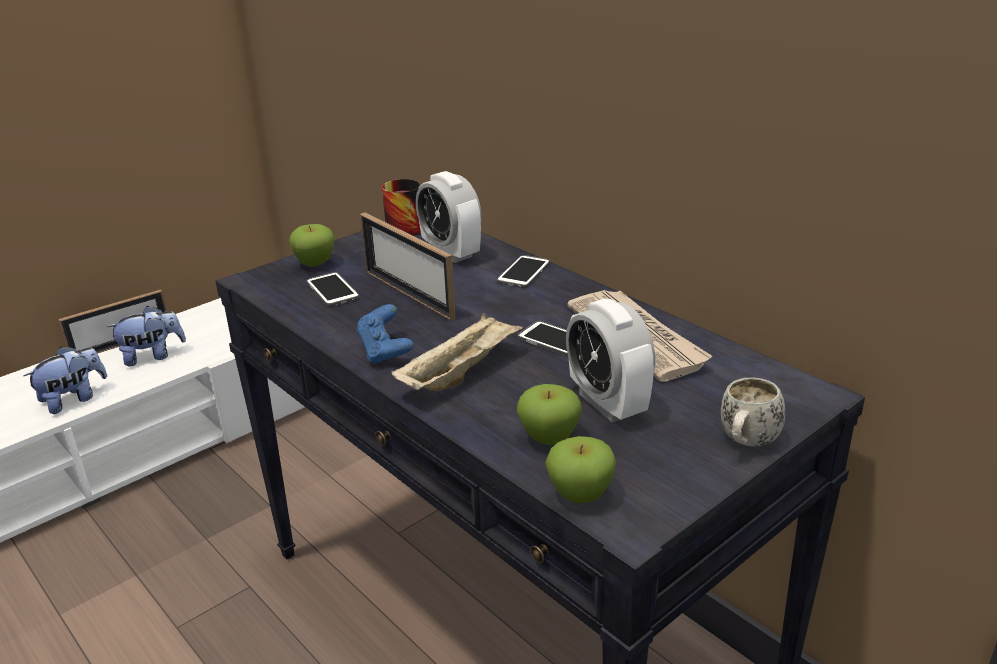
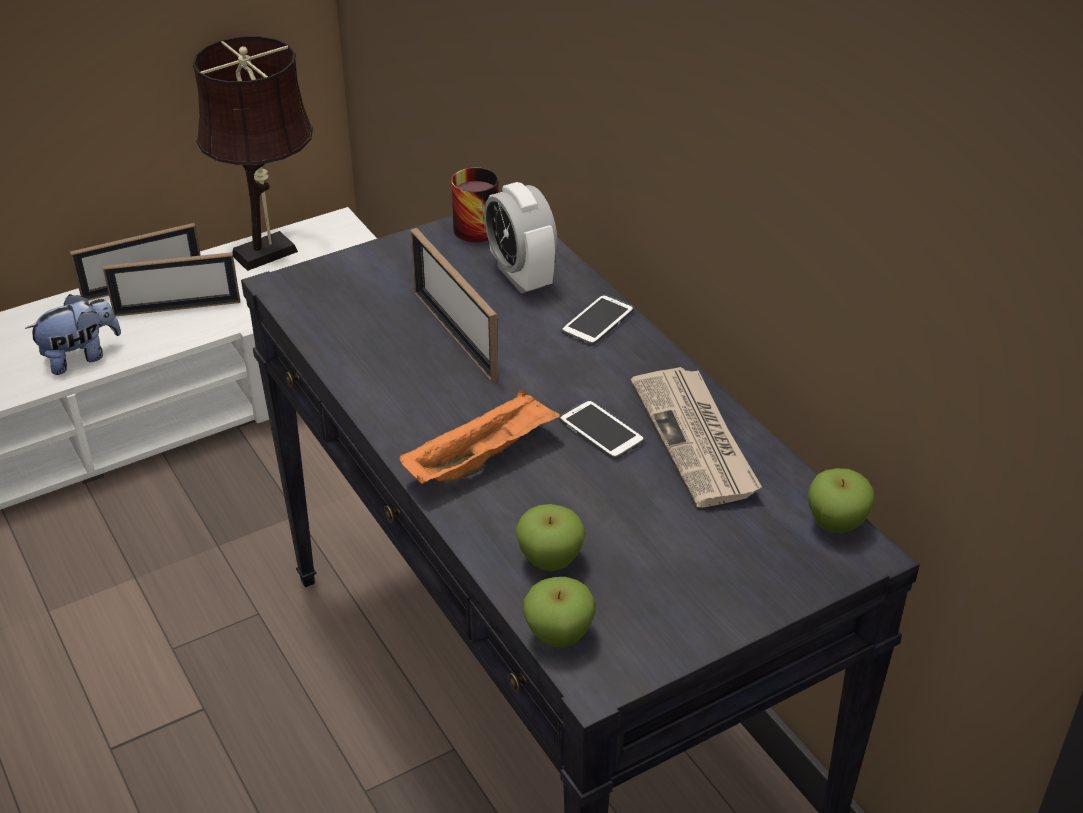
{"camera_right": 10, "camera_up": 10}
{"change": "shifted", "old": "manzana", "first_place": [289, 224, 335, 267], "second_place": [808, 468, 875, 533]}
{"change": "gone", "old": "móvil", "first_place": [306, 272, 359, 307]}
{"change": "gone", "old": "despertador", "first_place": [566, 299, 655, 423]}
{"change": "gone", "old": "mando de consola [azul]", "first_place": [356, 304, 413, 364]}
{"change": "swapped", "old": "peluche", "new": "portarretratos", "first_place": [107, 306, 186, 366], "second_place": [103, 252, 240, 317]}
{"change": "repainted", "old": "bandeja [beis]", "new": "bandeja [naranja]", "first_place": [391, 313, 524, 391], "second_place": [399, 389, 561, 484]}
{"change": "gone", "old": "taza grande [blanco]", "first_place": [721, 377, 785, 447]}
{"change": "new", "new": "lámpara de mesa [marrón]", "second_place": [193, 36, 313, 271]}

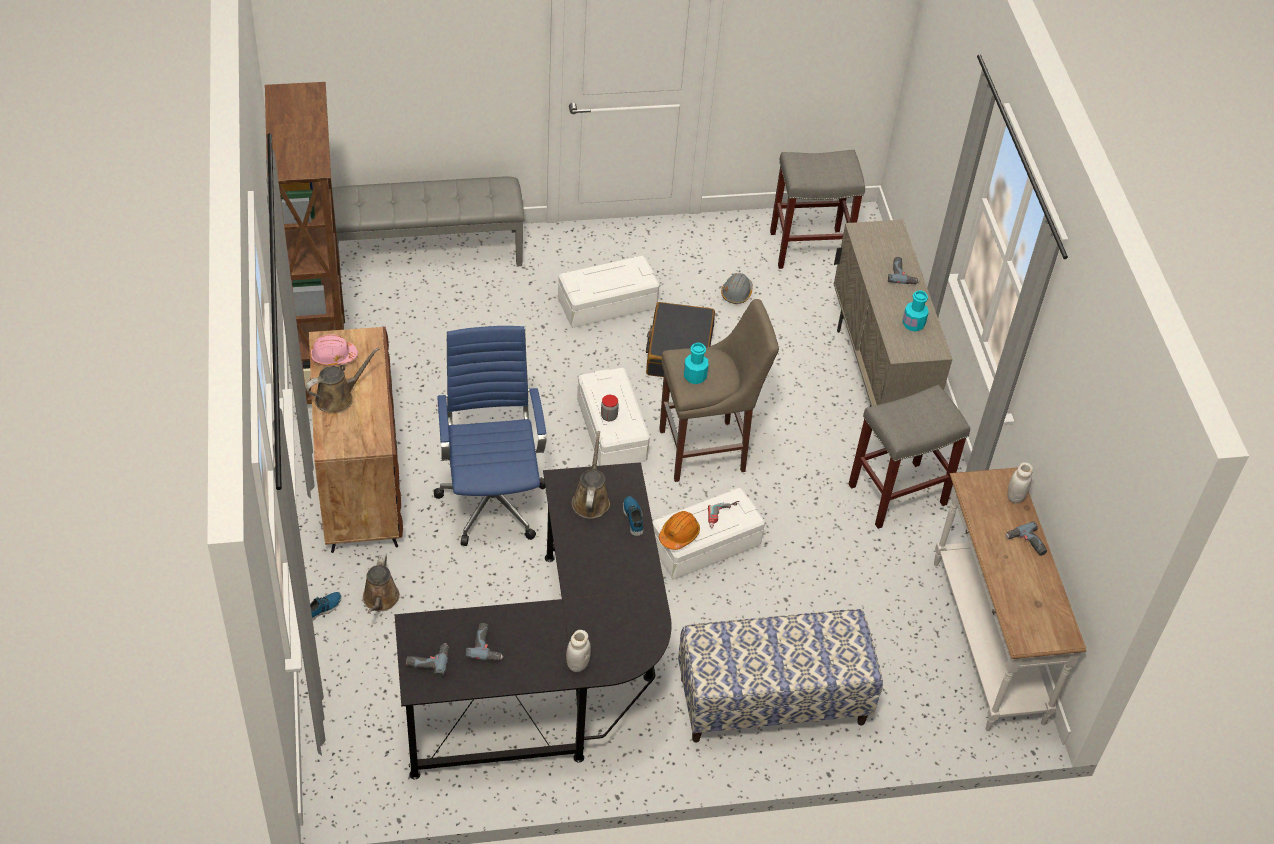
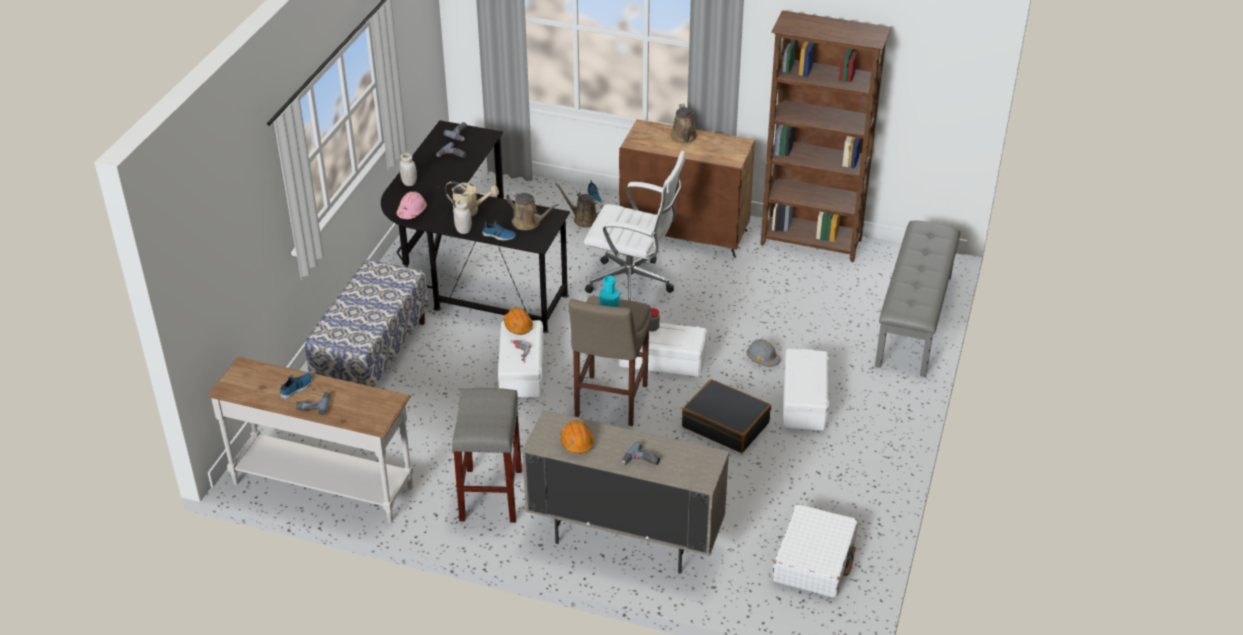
{"camera_right": 120, "camera_up": -10}
{"change": "swapped", "old": "taburete [gris]", "new": "maleta [blanco]", "first_place": [770, 150, 865, 269], "second_place": [772, 504, 858, 598]}
{"change": "shifted", "old": "casco [gris]", "first_place": [721, 273, 753, 304], "second_place": [746, 339, 780, 367]}
{"change": "swapped", "old": "botella [turquesa]", "new": "casco [naranja]", "first_place": [902, 290, 929, 332], "second_place": [561, 420, 594, 454]}
{"change": "repainted", "old": "silla de oficina [azul]", "new": "silla de oficina [blanco]", "first_place": [434, 326, 546, 546], "second_place": [584, 151, 685, 301]}
{"change": "shifted", "old": "casco [rosa]", "first_place": [310, 334, 358, 366], "second_place": [396, 191, 427, 219]}
{"change": "shifted", "old": "tarro [blanco]", "first_place": [1008, 462, 1033, 503], "second_place": [454, 199, 472, 234]}
{"change": "new", "new": "regadera [beis]", "second_place": [445, 181, 499, 216]}
{"change": "new", "new": "zapato", "second_place": [280, 373, 312, 399]}

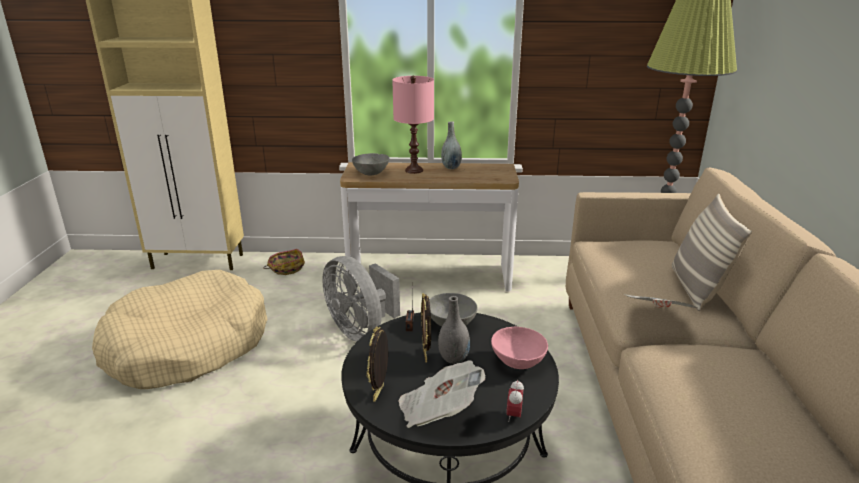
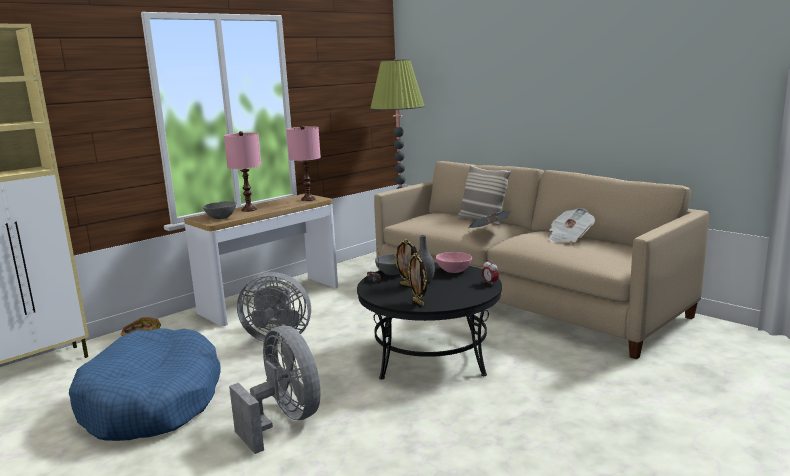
{"camera_right": -45, "camera_up": -10}
{"change": "gone", "old": "florero [gris]", "first_place": [441, 121, 462, 169]}
{"change": "repainted", "old": "cama para perro [beis]", "new": "cama para perro [azul]", "first_place": [92, 270, 268, 389], "second_place": [69, 328, 221, 441]}
{"change": "shifted", "old": "periódico", "first_place": [398, 360, 485, 428], "second_place": [548, 208, 595, 242]}
{"change": "new", "new": "lámpara de mesa [rosa]", "second_place": [286, 125, 321, 201]}
{"change": "new", "new": "ventilador [gris]", "second_place": [229, 326, 321, 454]}

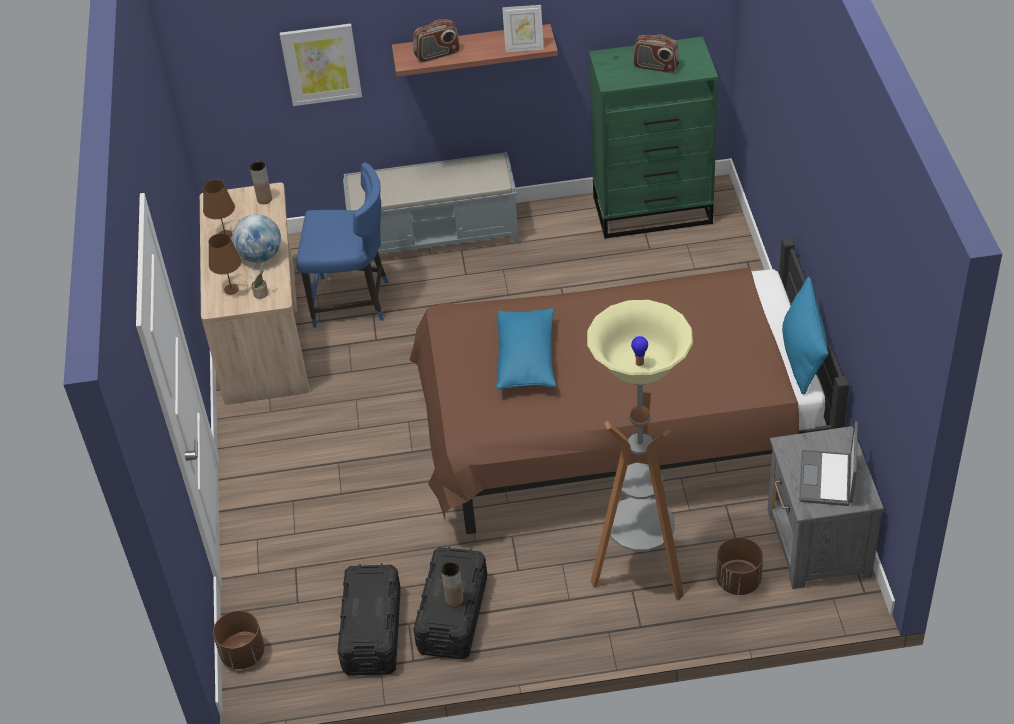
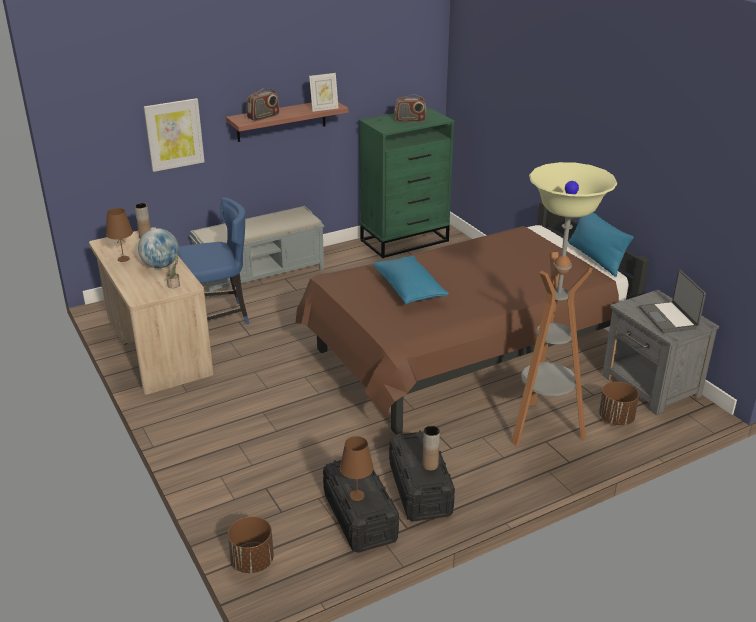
{"camera_right": -25, "camera_up": -15}
{"change": "shifted", "old": "lámpara de mesa [marrón]", "first_place": [208, 233, 242, 295], "second_place": [340, 436, 374, 501]}

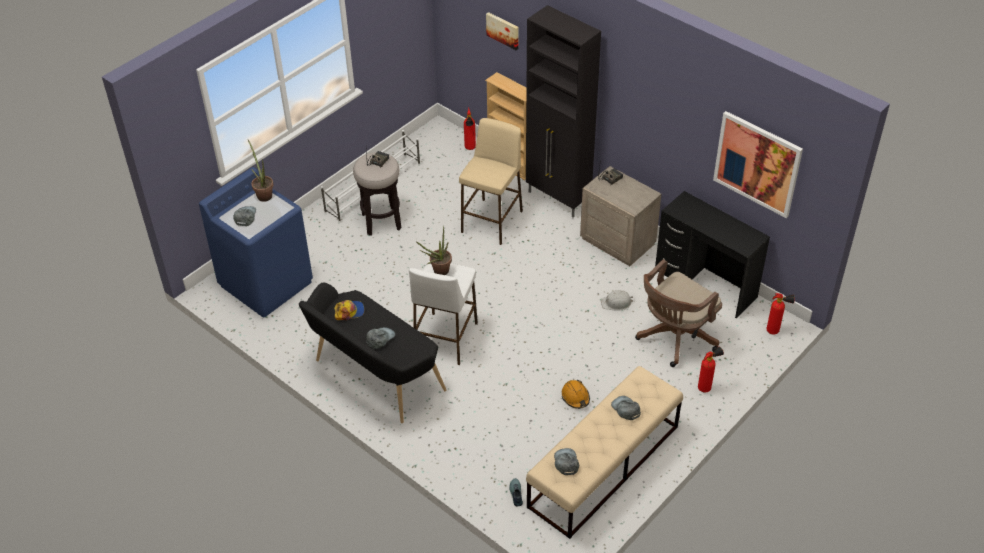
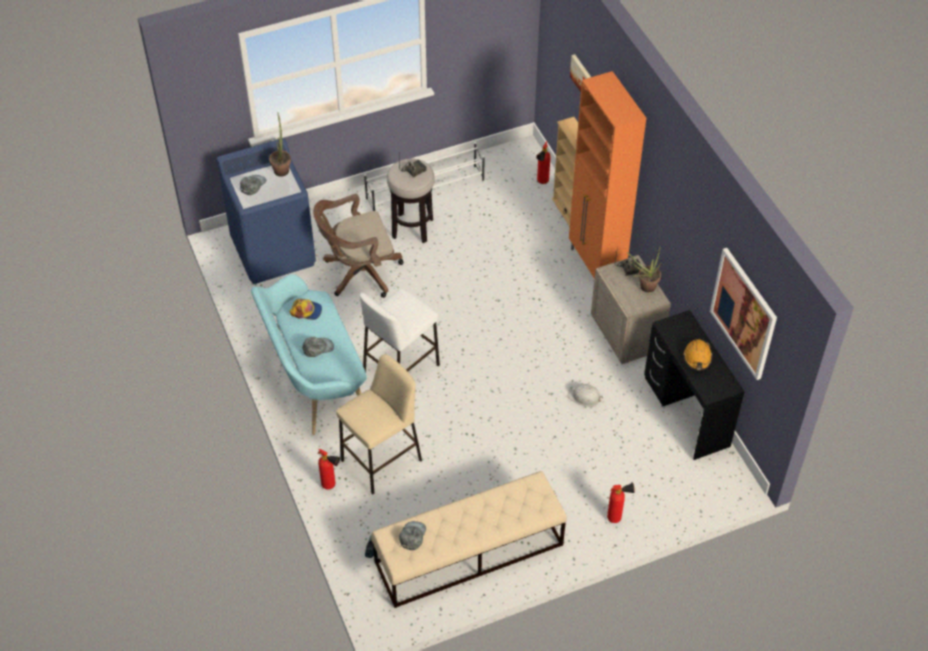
{"camera_right": 25, "camera_up": 5}
{"change": "repainted", "old": "armario [negro]", "new": "armario [naranja]", "first_place": [526, 5, 601, 218], "second_place": [569, 71, 646, 279]}
{"change": "shifted", "old": "taburete [beis]", "first_place": [459, 118, 523, 245], "second_place": [336, 354, 422, 495]}
{"change": "shifted", "old": "planta en maceta", "first_place": [416, 225, 452, 275], "second_place": [627, 246, 662, 292]}
{"change": "shifted", "old": "silla de oficina [marrón]", "first_place": [635, 259, 722, 367], "second_place": [313, 194, 403, 298]}
{"change": "repainted", "old": "banco [negro]", "new": "banco [turquesa]", "first_place": [299, 282, 446, 423], "second_place": [251, 274, 367, 435]}
{"change": "shifted", "old": "extintor", "first_place": [766, 293, 795, 335], "second_place": [318, 449, 340, 489]}
{"change": "shifted", "old": "casco [naranja]", "first_place": [562, 380, 590, 409], "second_place": [683, 339, 712, 370]}
{"change": "gone", "old": "gorra [gris]", "first_place": [611, 396, 641, 420]}

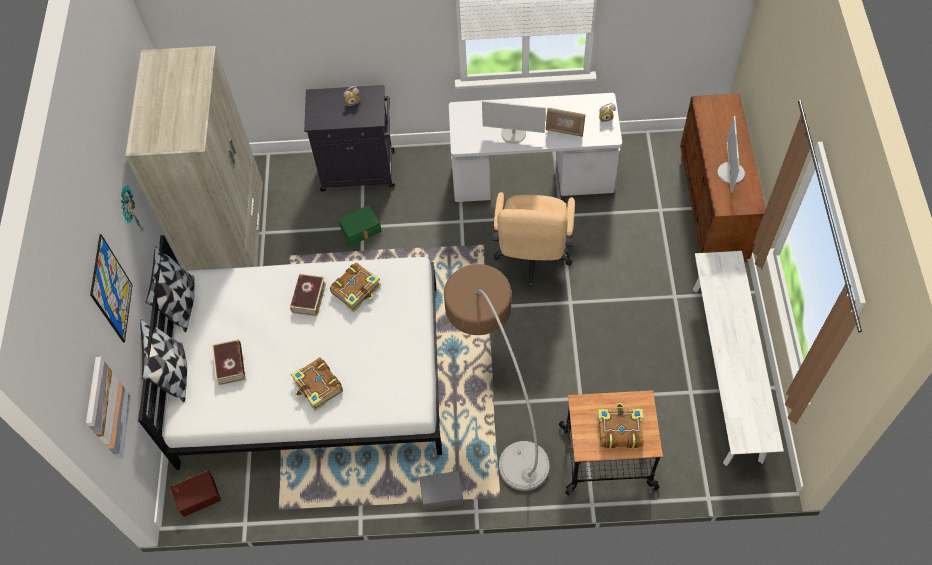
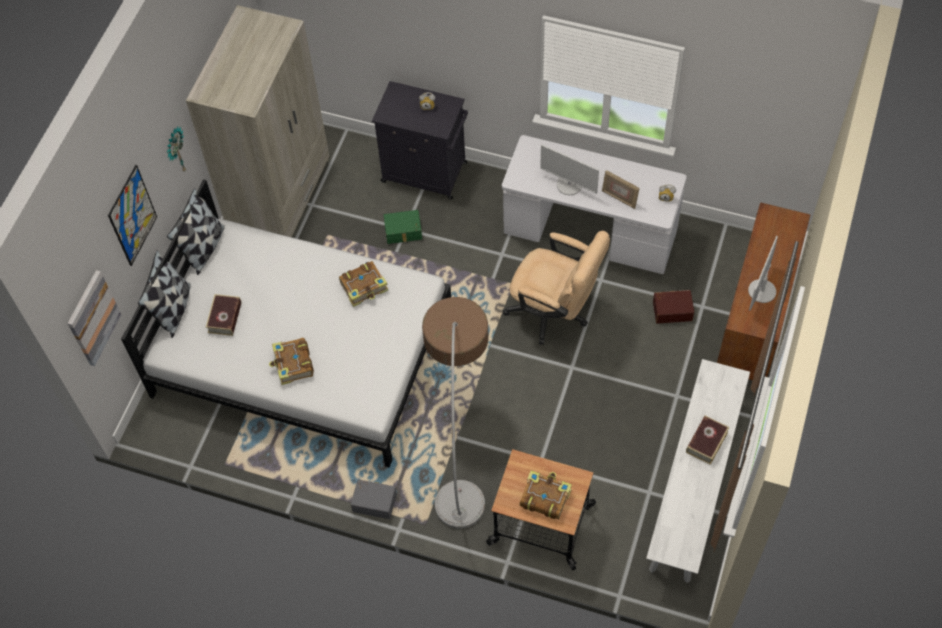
{"camera_right": 20, "camera_up": 0}
{"change": "rotated", "old": "silla de oficina [beis]", "first_place": [493, 192, 575, 287], "second_place": [503, 230, 610, 345], "degrees": -90}
{"change": "shifted", "old": "libro", "first_place": [290, 274, 326, 316], "second_place": [686, 416, 729, 465]}
{"change": "shifted", "old": "caja de almacenaje [marrón]", "first_place": [170, 470, 221, 517], "second_place": [653, 290, 694, 324]}

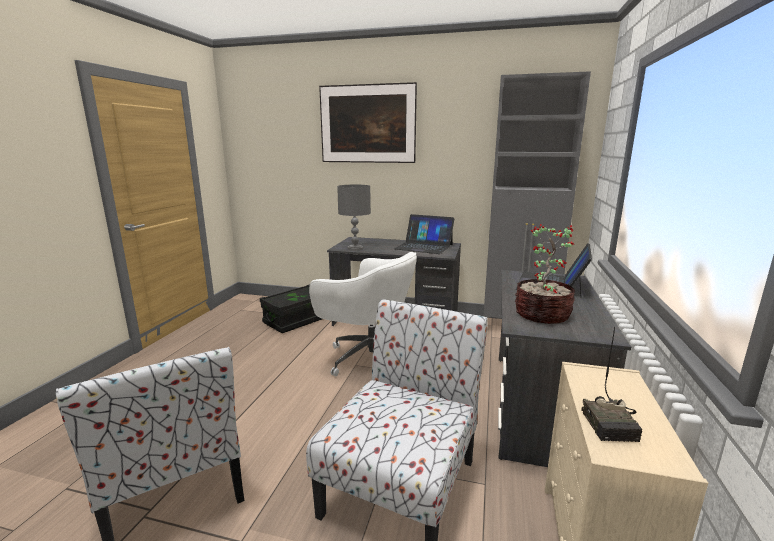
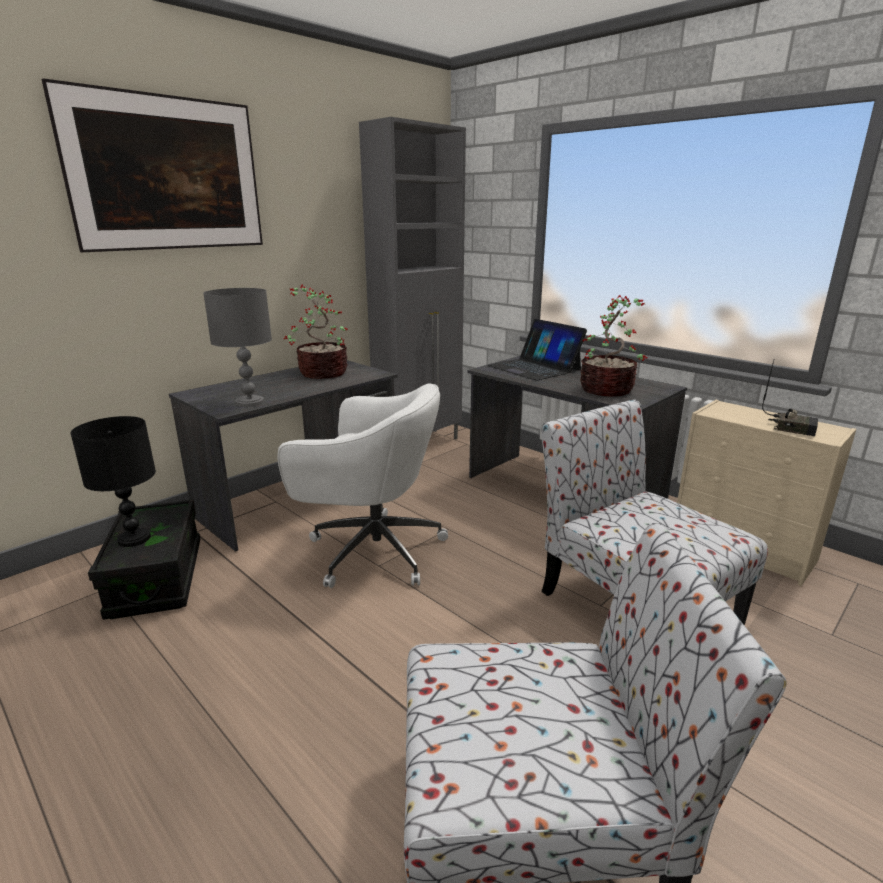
{"camera_right": -60, "camera_up": 5}
{"change": "swapped", "old": "portátil", "new": "planta en maceta", "first_place": [394, 214, 454, 254], "second_place": [284, 284, 348, 379]}
{"change": "rotated", "old": "silla de oficina [blanco]", "first_place": [309, 252, 417, 376], "second_place": [278, 383, 448, 588], "degrees": 45}
{"change": "new", "new": "lámpara de mesa [negro]", "second_place": [70, 416, 156, 547]}

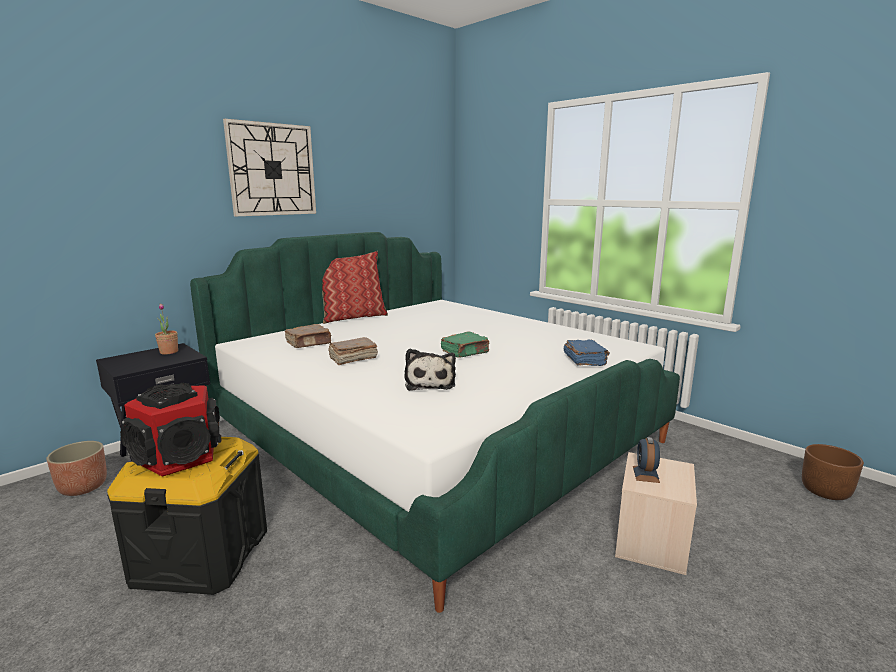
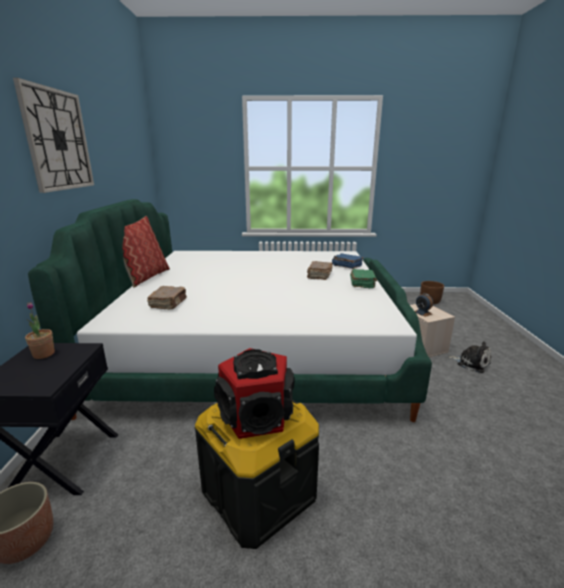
{"camera_right": -45, "camera_up": 5}
{"change": "shifted", "old": "libro [verde]", "first_place": [441, 332, 489, 358], "second_place": [350, 269, 377, 288]}
{"change": "shifted", "old": "libro [marrón]", "first_place": [328, 337, 378, 365], "second_place": [307, 261, 333, 280]}
{"change": "shifted", "old": "peluche", "first_place": [404, 348, 456, 391], "second_place": [448, 341, 491, 373]}

